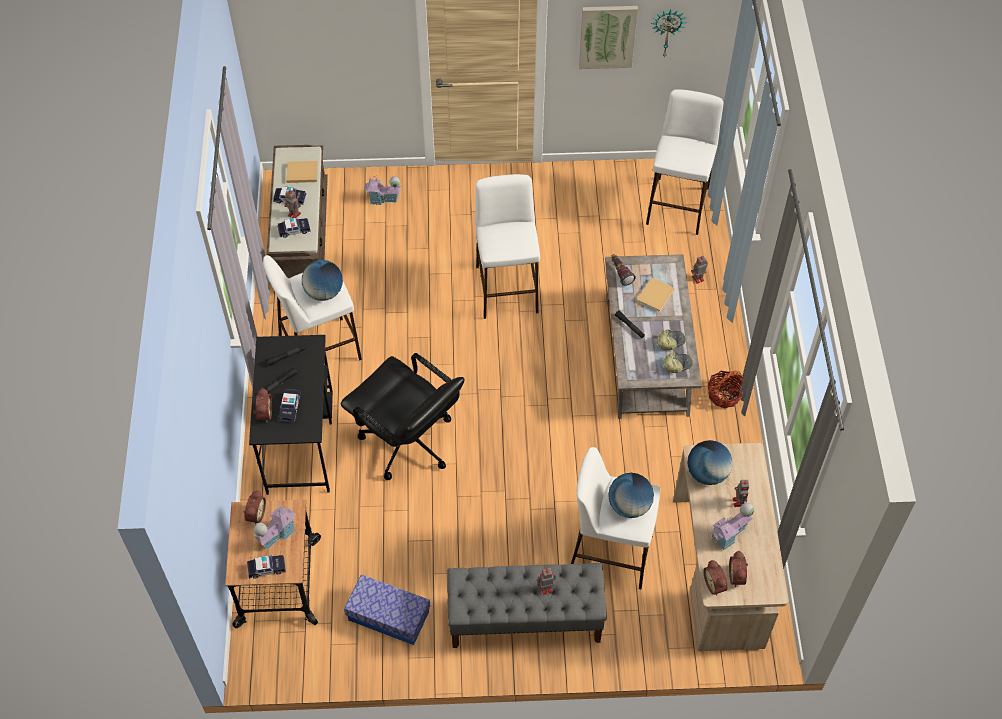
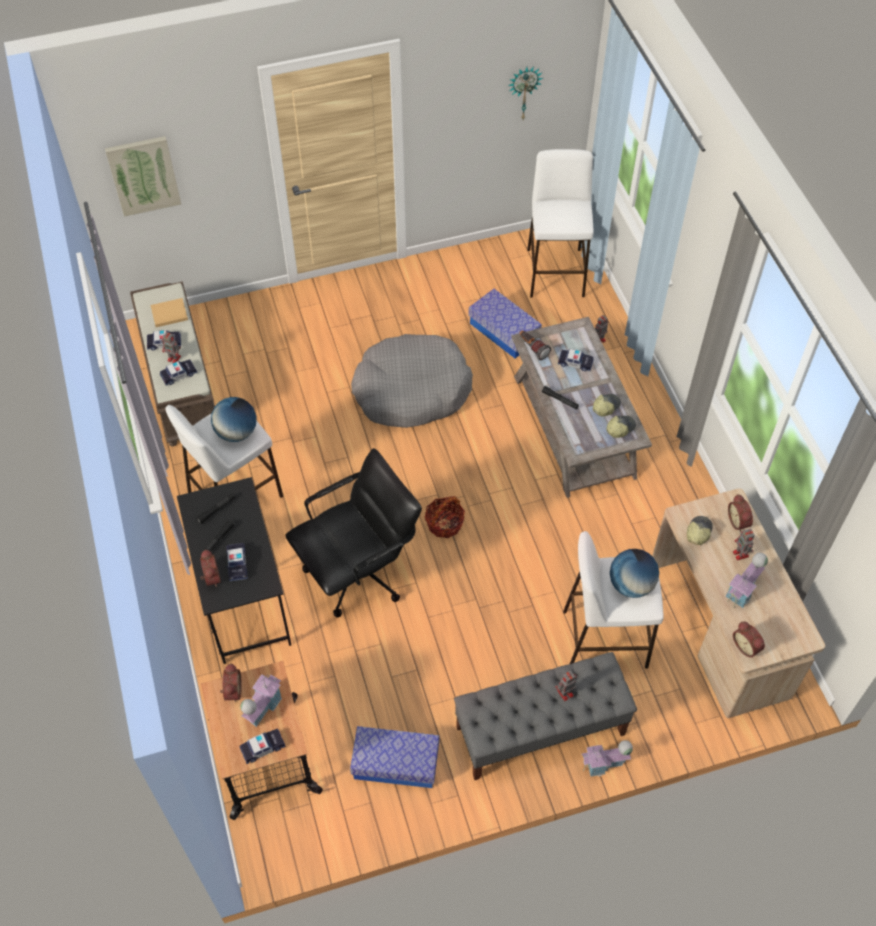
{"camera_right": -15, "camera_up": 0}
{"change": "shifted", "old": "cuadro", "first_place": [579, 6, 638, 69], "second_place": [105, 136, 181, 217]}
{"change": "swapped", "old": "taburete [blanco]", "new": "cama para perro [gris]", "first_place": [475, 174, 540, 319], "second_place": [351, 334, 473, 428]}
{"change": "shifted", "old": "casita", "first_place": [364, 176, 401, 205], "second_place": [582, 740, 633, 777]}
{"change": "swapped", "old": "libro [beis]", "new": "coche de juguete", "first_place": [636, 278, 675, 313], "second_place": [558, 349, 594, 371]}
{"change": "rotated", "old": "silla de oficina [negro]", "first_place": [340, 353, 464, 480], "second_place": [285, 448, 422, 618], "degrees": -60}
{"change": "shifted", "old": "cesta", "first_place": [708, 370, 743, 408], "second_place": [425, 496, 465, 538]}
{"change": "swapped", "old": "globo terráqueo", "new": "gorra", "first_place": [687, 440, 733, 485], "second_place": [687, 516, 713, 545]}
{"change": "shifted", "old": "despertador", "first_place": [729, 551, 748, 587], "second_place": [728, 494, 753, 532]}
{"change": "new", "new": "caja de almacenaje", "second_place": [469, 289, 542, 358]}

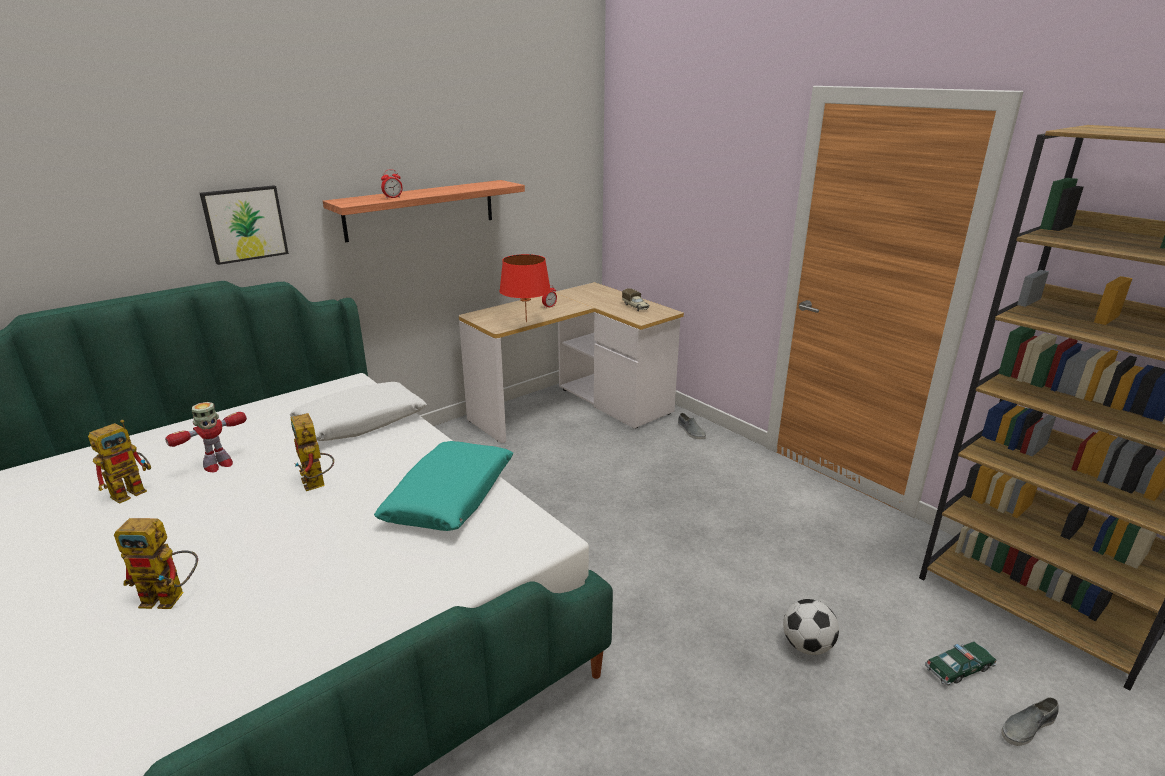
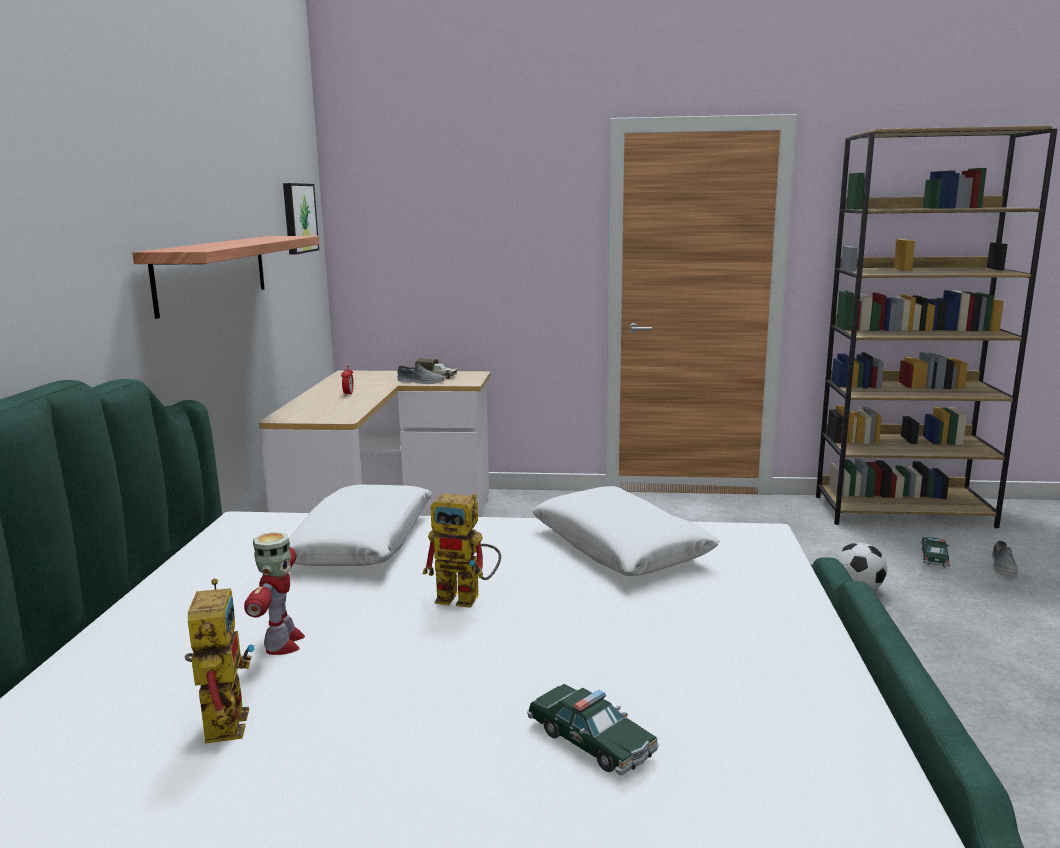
{"camera_right": -45, "camera_up": -10}
{"change": "gone", "old": "despertador", "first_place": [381, 170, 403, 199]}
{"change": "shifted", "old": "cuadro", "first_place": [200, 185, 289, 265], "second_place": [283, 183, 319, 255]}
{"change": "gone", "old": "lámpara de mesa [rojo]", "first_place": [499, 254, 551, 322]}
{"change": "shifted", "old": "zapato [gris]", "first_place": [678, 413, 706, 439], "second_place": [397, 363, 444, 384]}
{"change": "repainted", "old": "cojín [turquesa]", "new": "cojín [blanco]", "first_place": [374, 441, 513, 531], "second_place": [532, 486, 719, 576]}
{"change": "swapped", "old": "robot de juguete", "new": "coche de juguete", "first_place": [114, 518, 198, 609], "second_place": [527, 684, 659, 775]}

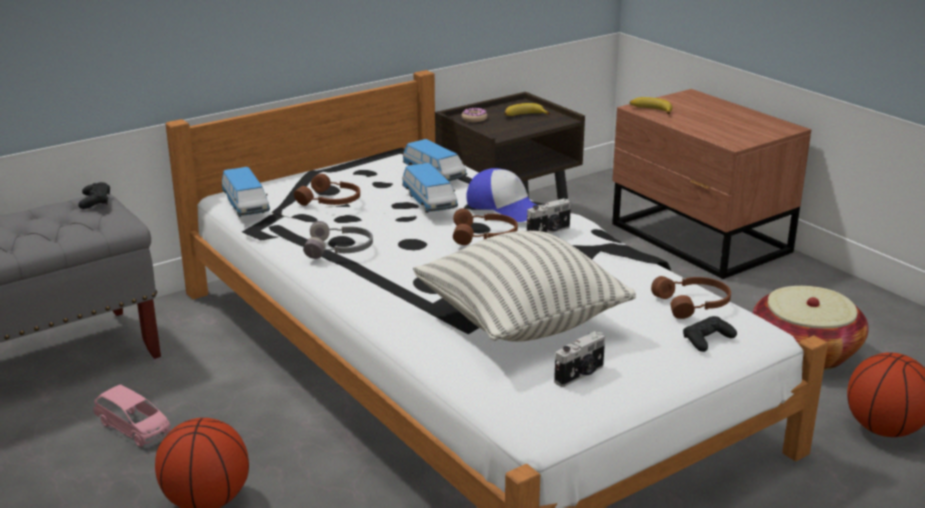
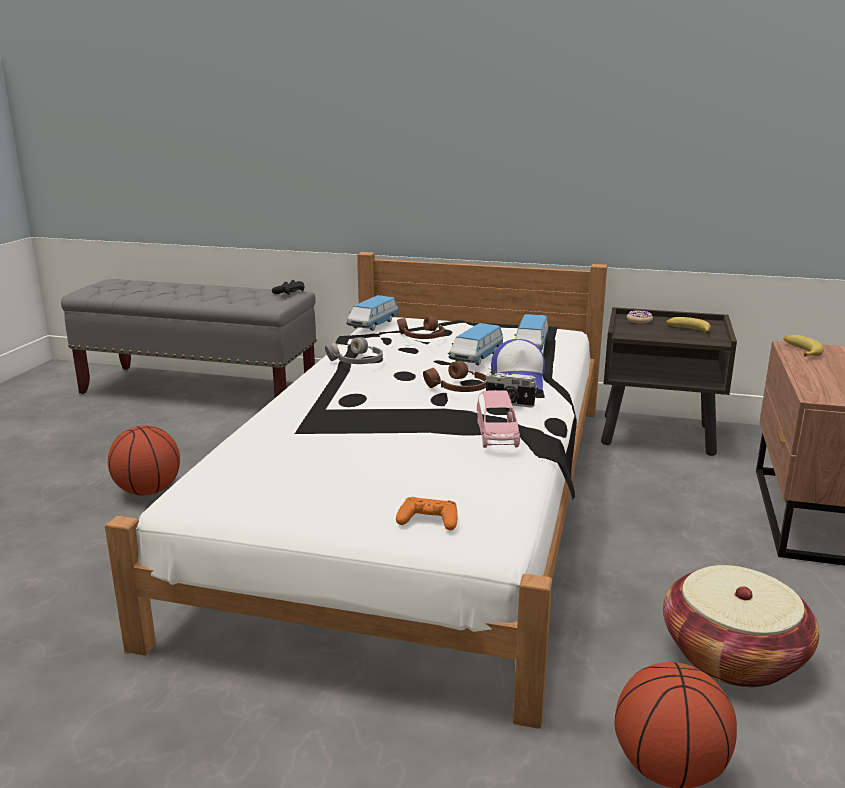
{"camera_right": 50, "camera_up": -5}
{"change": "gone", "old": "cojín", "first_place": [413, 231, 636, 342]}
{"change": "gone", "old": "auriculares [marrón]", "first_place": [651, 276, 731, 319]}
{"change": "repainted", "old": "mando de consola [negro]", "new": "mando de consola [naranja]", "first_place": [683, 316, 737, 352], "second_place": [396, 497, 458, 531]}
{"change": "gone", "old": "cámara", "first_place": [554, 331, 605, 387]}
{"change": "shifted", "old": "coche de juguete [rosa]", "first_place": [93, 384, 171, 447], "second_place": [477, 390, 520, 448]}

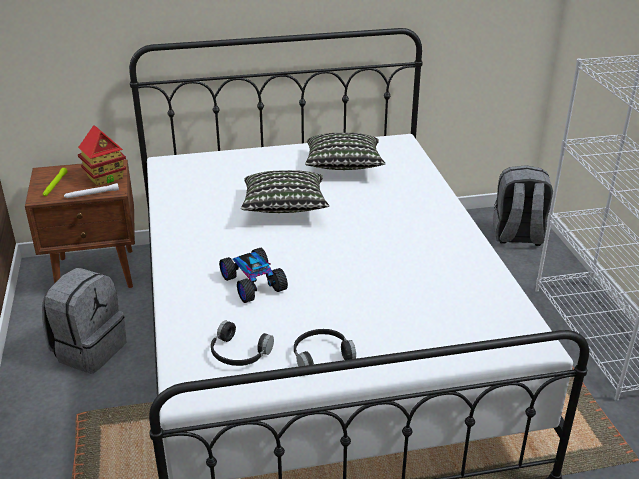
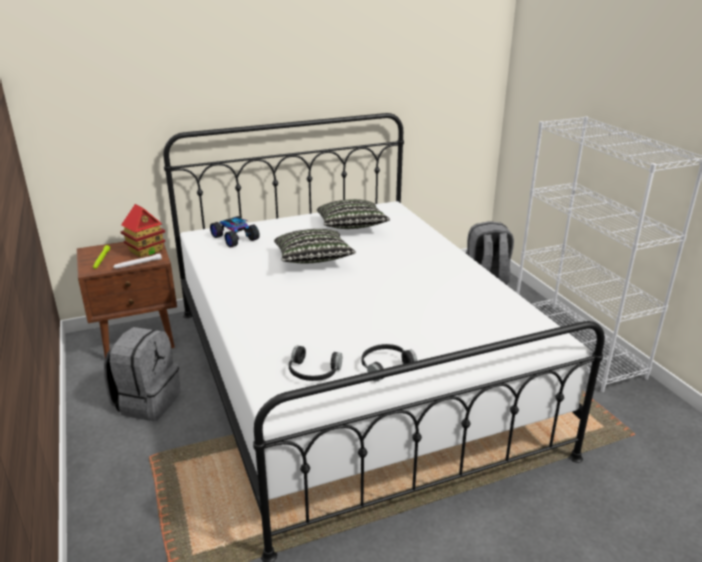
{"camera_right": -10, "camera_up": -5}
{"change": "shifted", "old": "coche de juguete", "first_place": [219, 248, 288, 303], "second_place": [210, 216, 260, 248]}

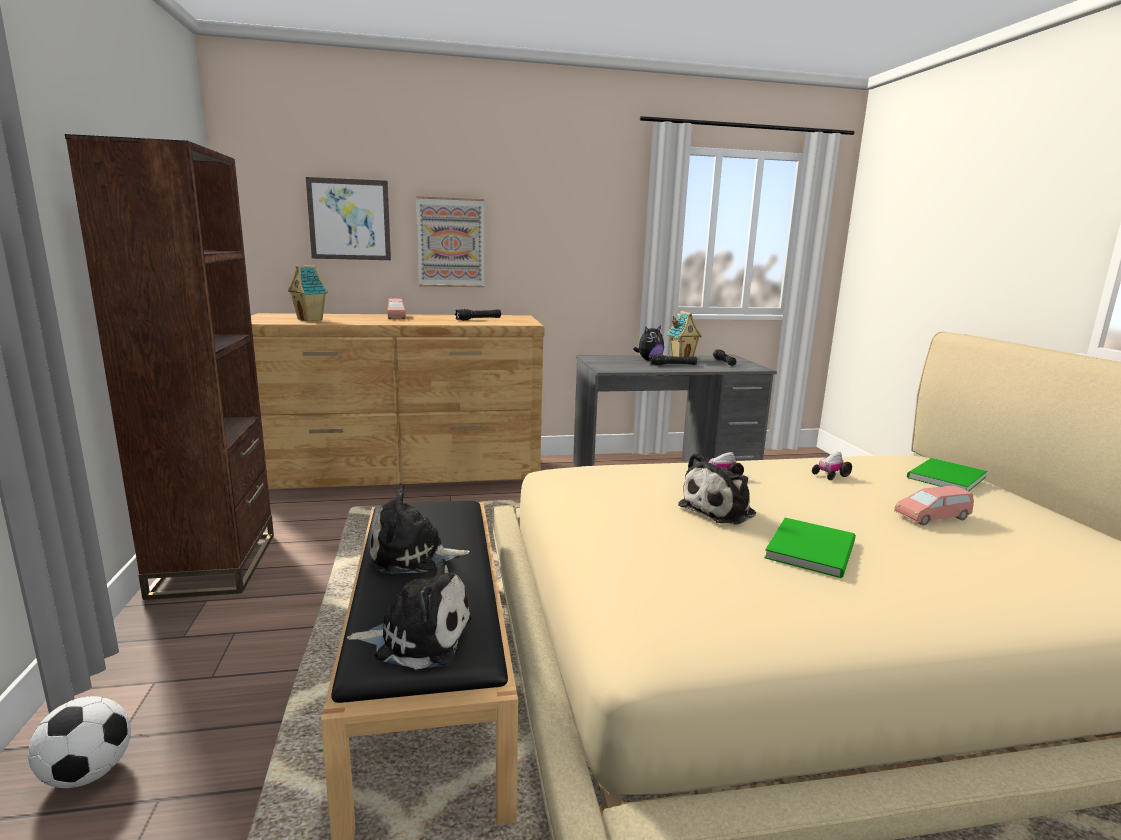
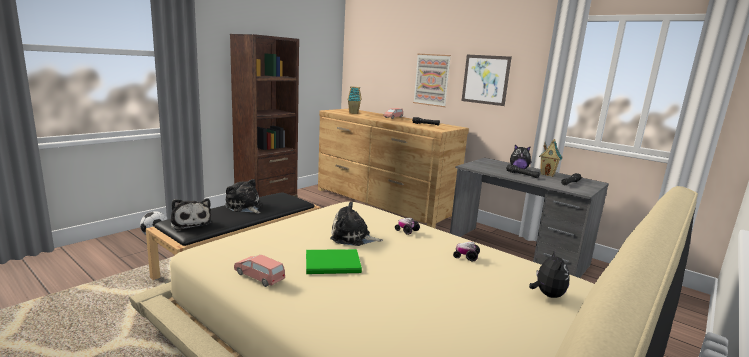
{"camera_right": 50, "camera_up": 0}
{"change": "shifted", "old": "cuadro", "first_place": [306, 177, 391, 260], "second_place": [462, 55, 512, 106]}
{"change": "swapped", "old": "libro [verde]", "new": "peluche", "first_place": [907, 458, 987, 492], "second_place": [529, 250, 570, 298]}
{"change": "shifted", "old": "coche de juguete [rosa]", "first_place": [894, 485, 974, 526], "second_place": [234, 255, 285, 287]}

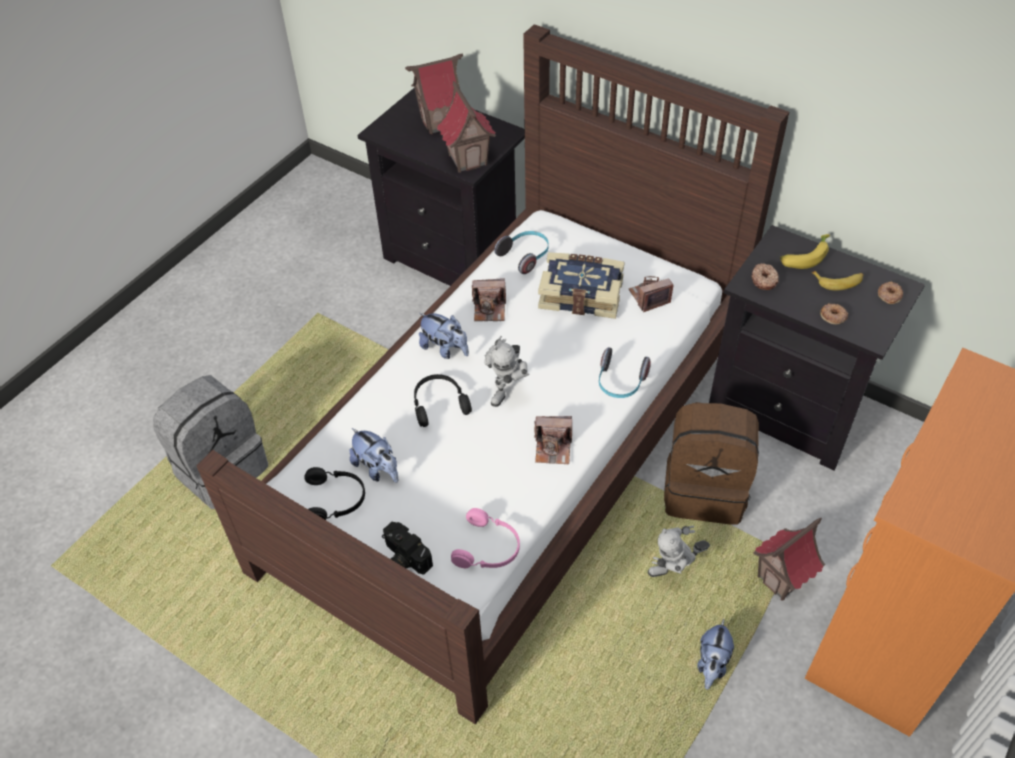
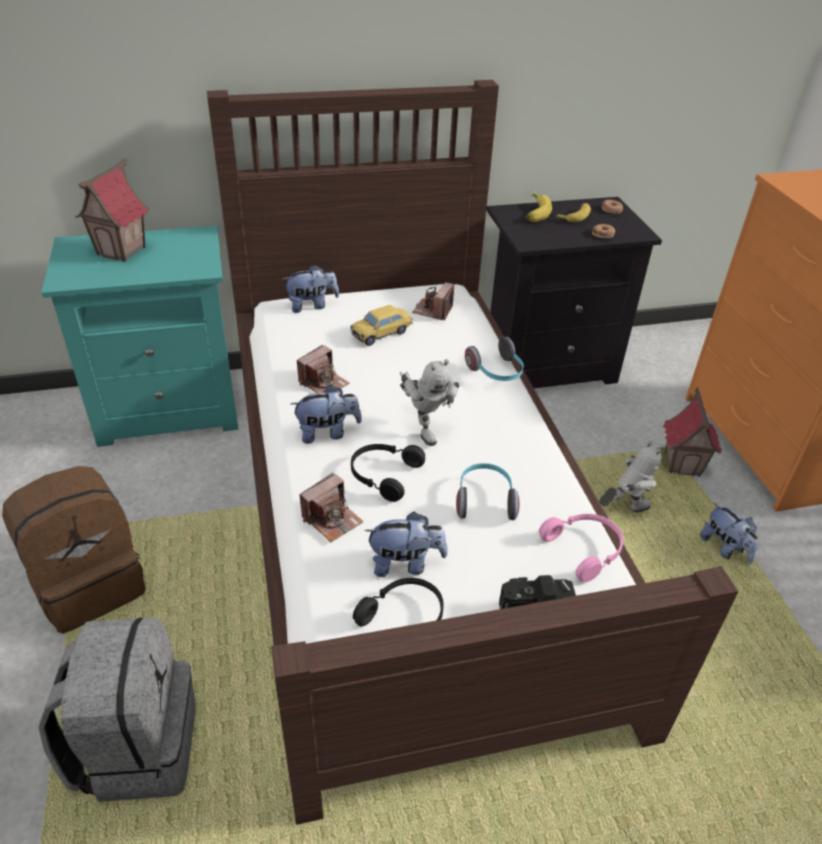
{"camera_right": -50, "camera_up": -10}
{"change": "gone", "old": "casita", "first_place": [437, 80, 496, 173]}
{"change": "repainted", "old": "mesita de noche [negro]", "new": "mesita de noche [turquesa]", "first_place": [358, 88, 525, 286], "second_place": [42, 226, 238, 447]}
{"change": "shifted", "old": "auriculares", "first_place": [494, 231, 549, 274], "second_place": [456, 463, 520, 520]}
{"change": "swapped", "old": "libro", "new": "coche de juguete", "first_place": [538, 252, 624, 319], "second_place": [350, 305, 413, 346]}
{"change": "gone", "old": "rosquilla", "first_place": [752, 263, 779, 290]}
{"change": "shifted", "old": "mochila [marrón]", "first_place": [664, 402, 759, 524], "second_place": [2, 466, 146, 634]}
{"change": "shifted", "old": "cámara", "first_place": [534, 416, 572, 464], "second_place": [299, 473, 363, 542]}
{"change": "rotated", "old": "robot de juguete", "first_place": [648, 525, 710, 577], "second_place": [599, 441, 662, 512], "degrees": -135}
{"change": "new", "new": "peluche", "second_place": [283, 265, 339, 313]}

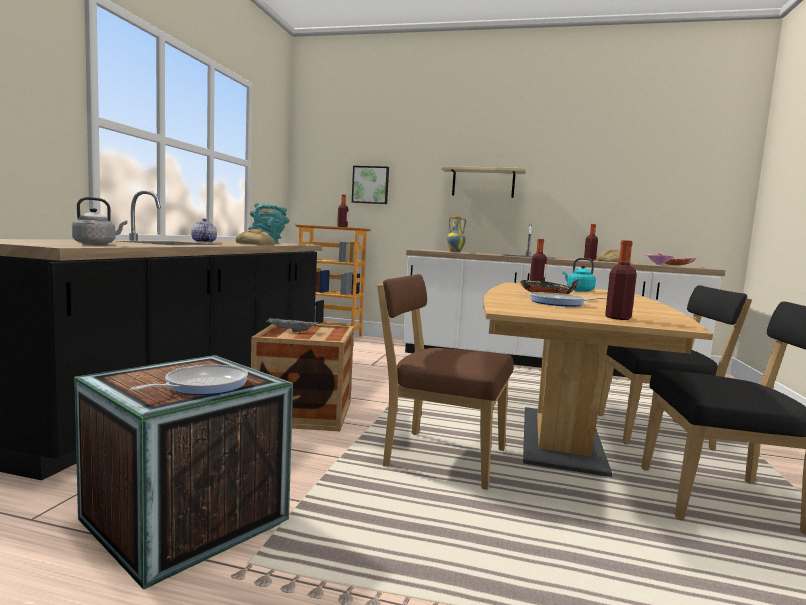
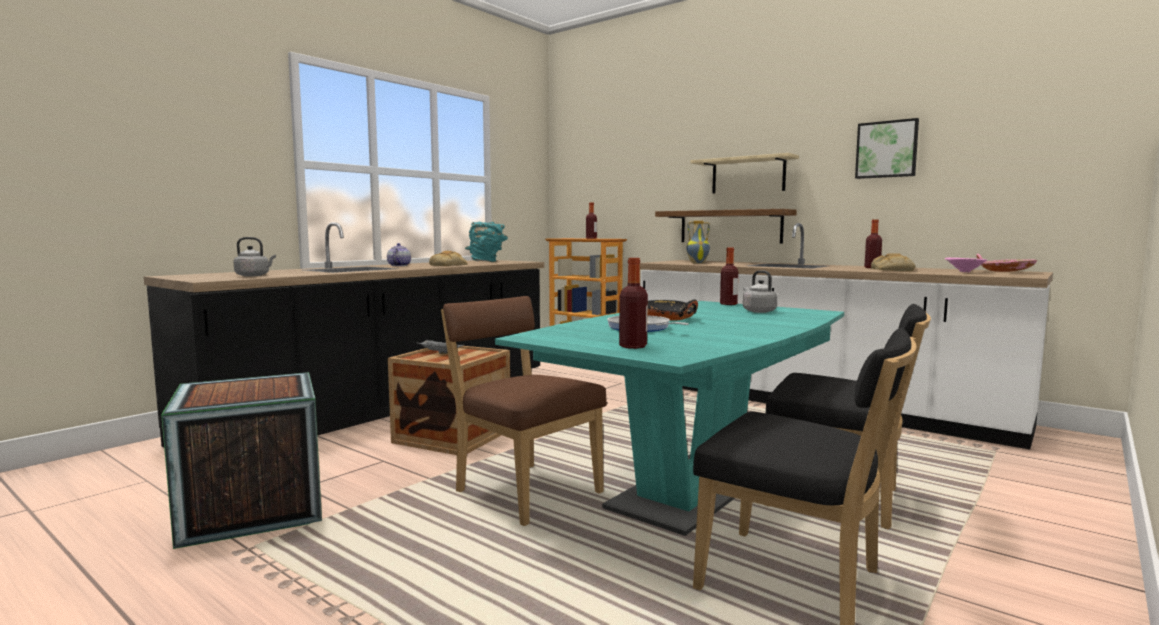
{"camera_right": 25, "camera_up": 0}
{"change": "shifted", "old": "cuadro", "first_place": [352, 166, 389, 204], "second_place": [855, 118, 919, 179]}
{"change": "repainted", "old": "hervidor [turquesa]", "new": "hervidor [gris]", "first_place": [563, 258, 596, 292], "second_place": [743, 270, 777, 313]}
{"change": "repainted", "old": "mesa de comedor [marrón]", "new": "mesa de comedor [turquesa]", "first_place": [483, 282, 713, 477], "second_place": [495, 301, 844, 536]}
{"change": "gone", "old": "sartén", "first_place": [130, 365, 248, 395]}
{"change": "new", "new": "estante", "second_place": [655, 209, 797, 244]}

